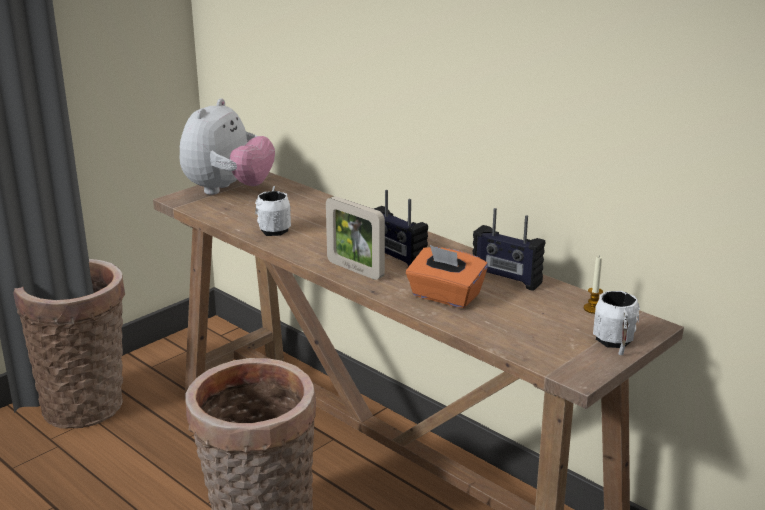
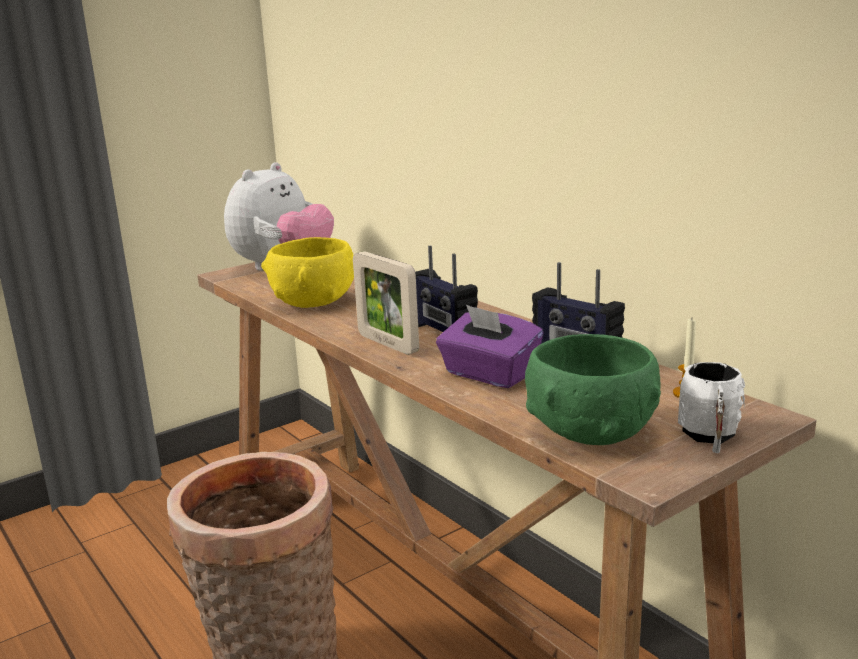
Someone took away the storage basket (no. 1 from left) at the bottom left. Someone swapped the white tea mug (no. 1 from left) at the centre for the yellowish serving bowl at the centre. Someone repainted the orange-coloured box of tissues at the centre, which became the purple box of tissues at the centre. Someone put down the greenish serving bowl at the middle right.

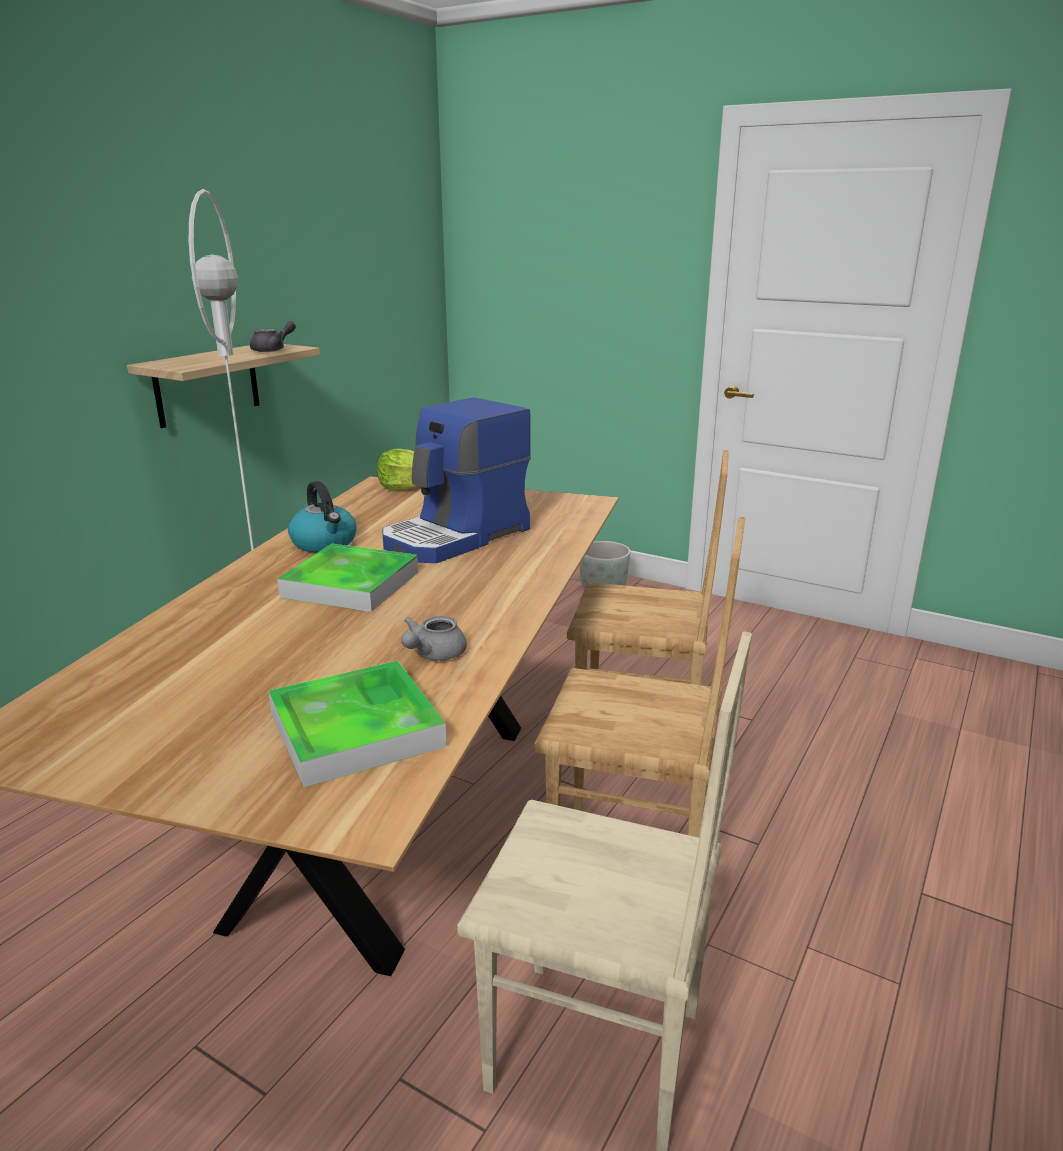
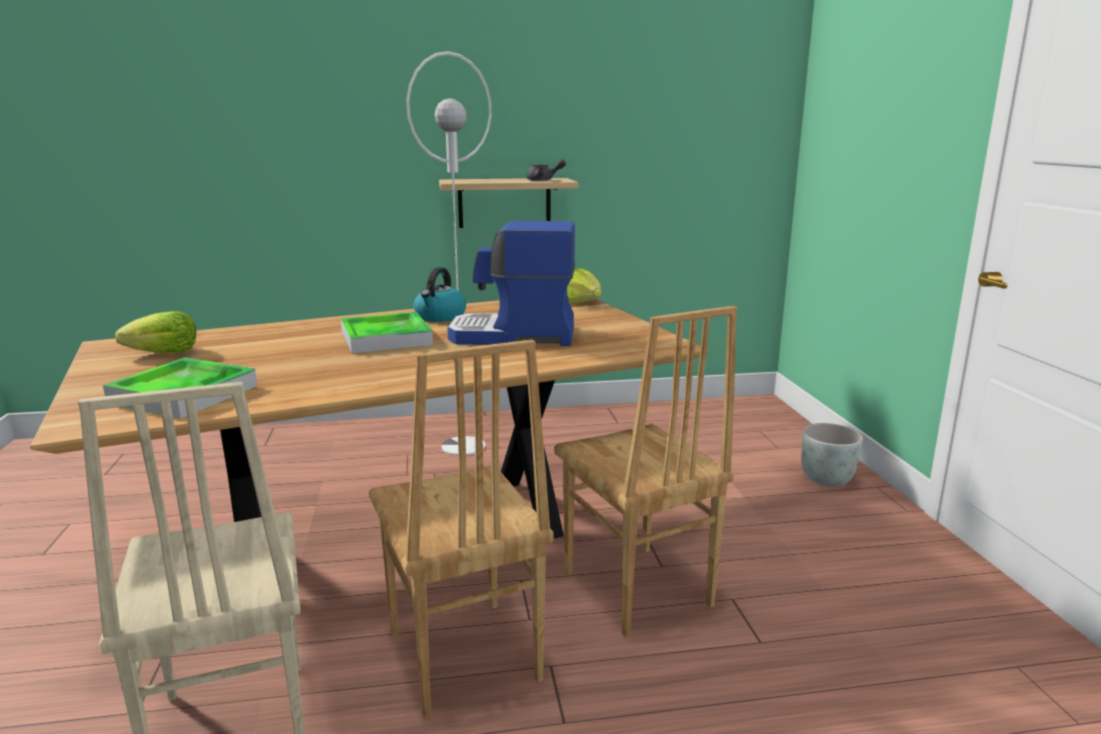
Someone took away the greyish teapot (no. 2 from left) at the centre. Someone put down the head of lettuce (no. 1 from left) at the middle left.

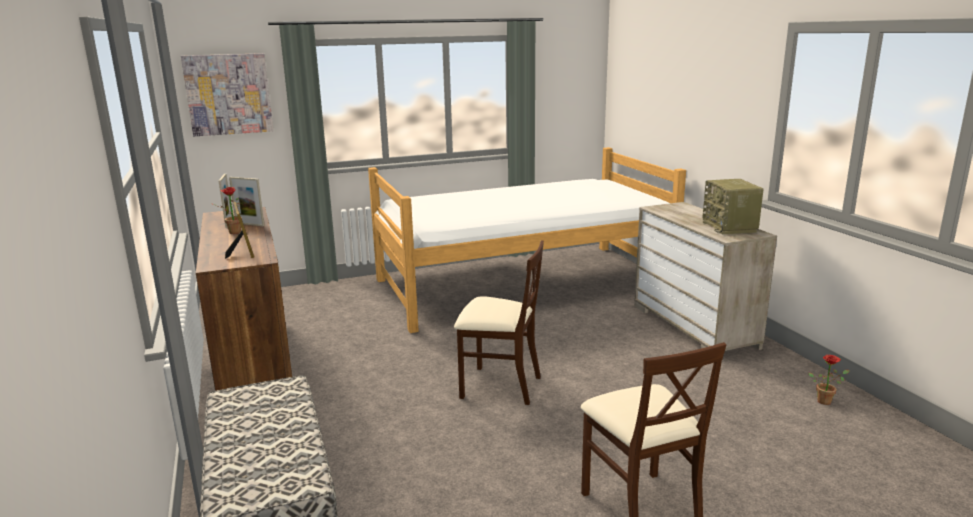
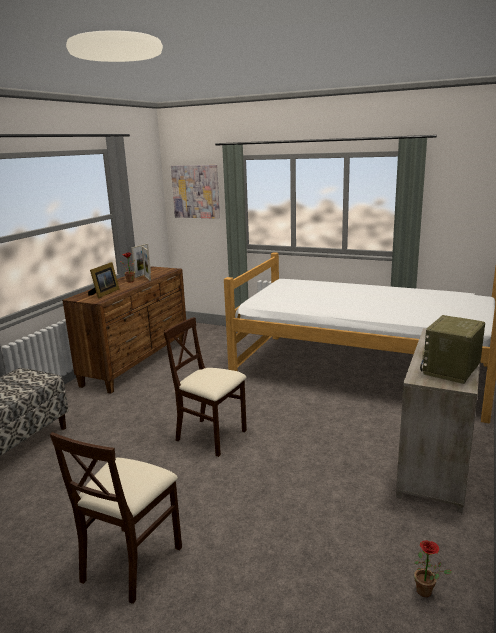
Someone rotated the beige chair (no. 1 from left in the first image) at the centre by 150 degrees clockwise.

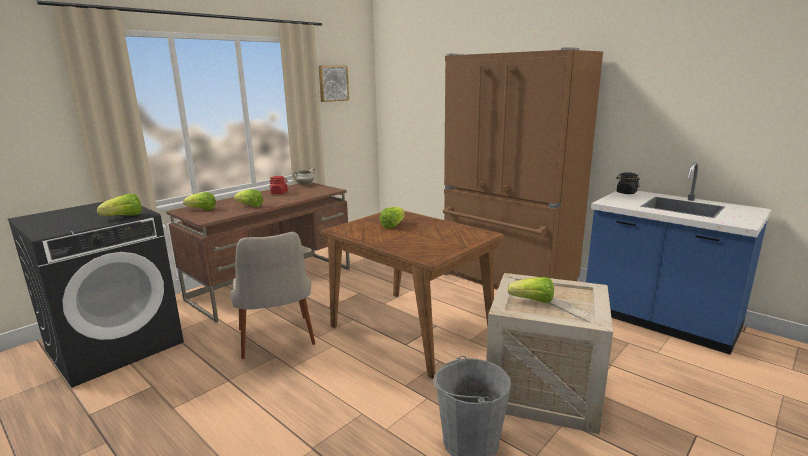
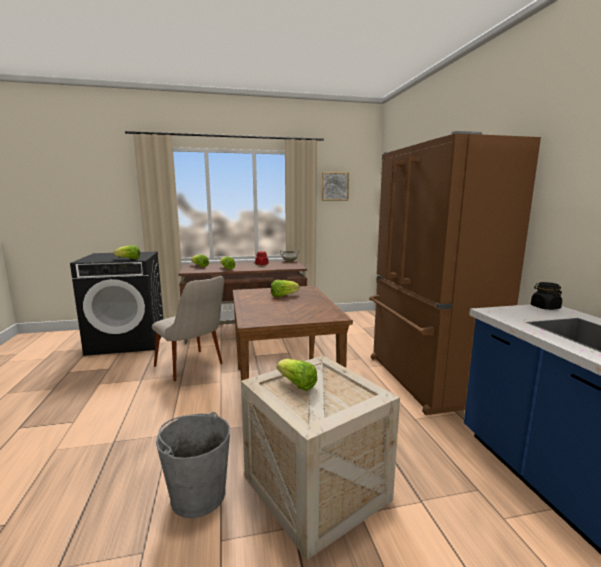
Someone rotated the beige chair at the centre by 60 degrees counterclockwise.

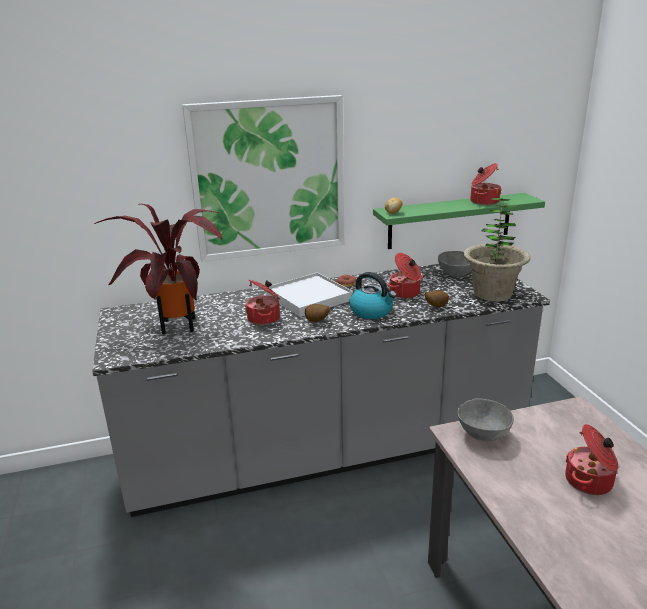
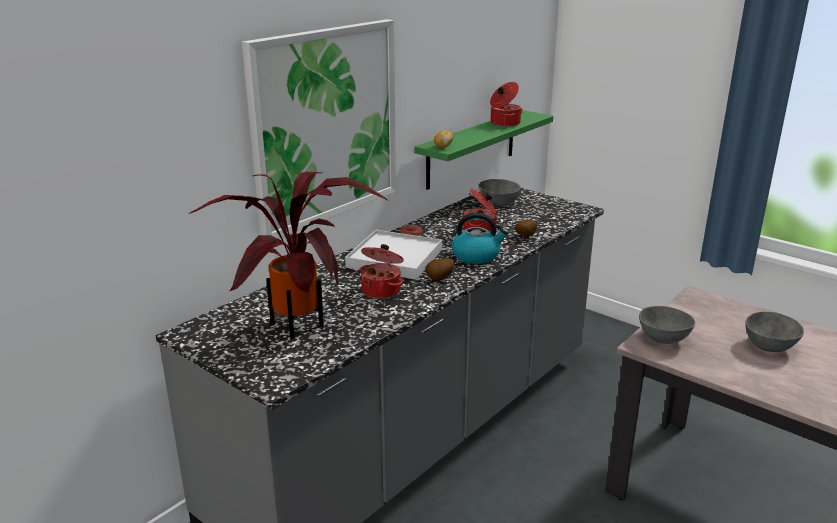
Someone took away the houseplant (no. 2 from left) at the middle right. Someone swapped the cooking pot (no. 4 from left) at the bottom right for the greyish serving bowl (no. 3 from left) at the middle right.

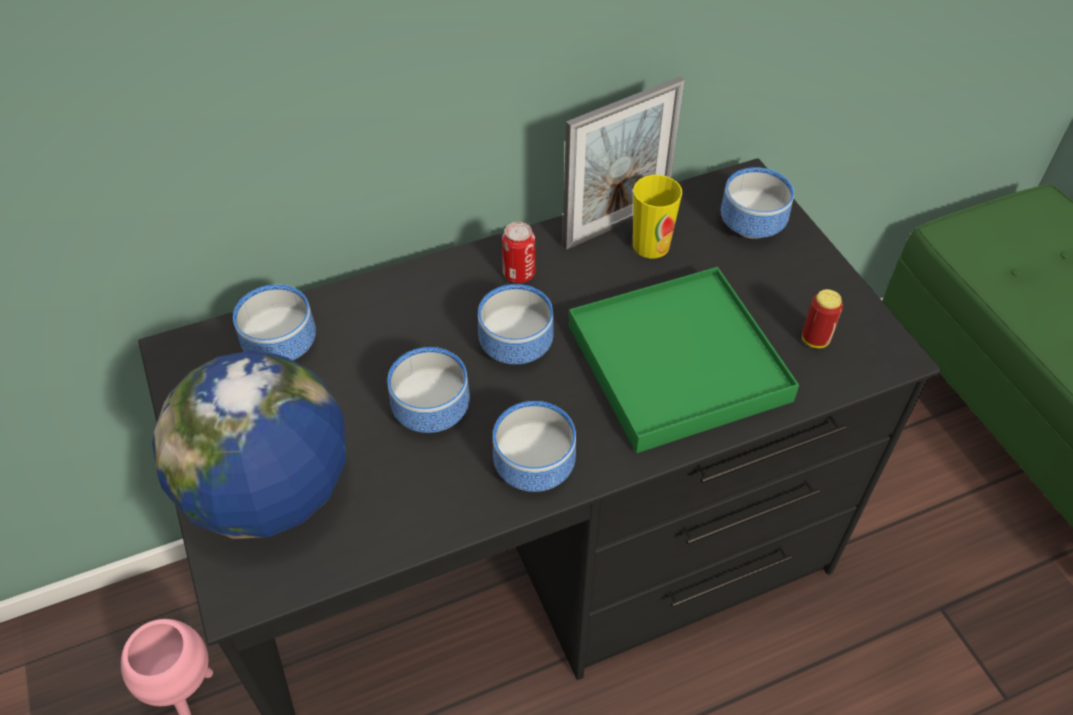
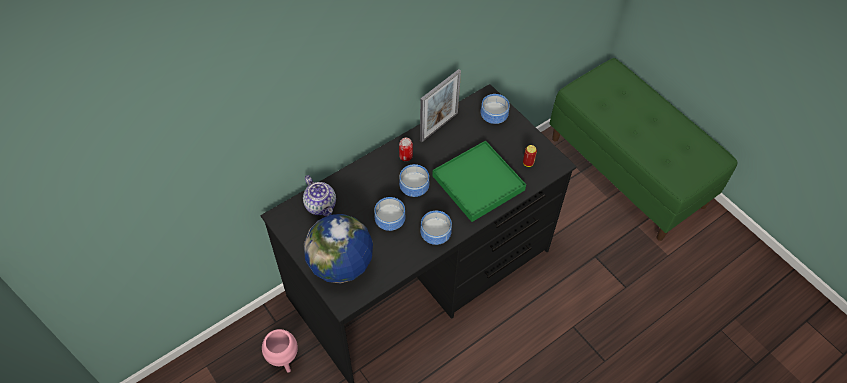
Someone swapped the serving bowl (no. 1 from left) at the middle left for the teapot at the centre. Someone took away the cup at the top centre.

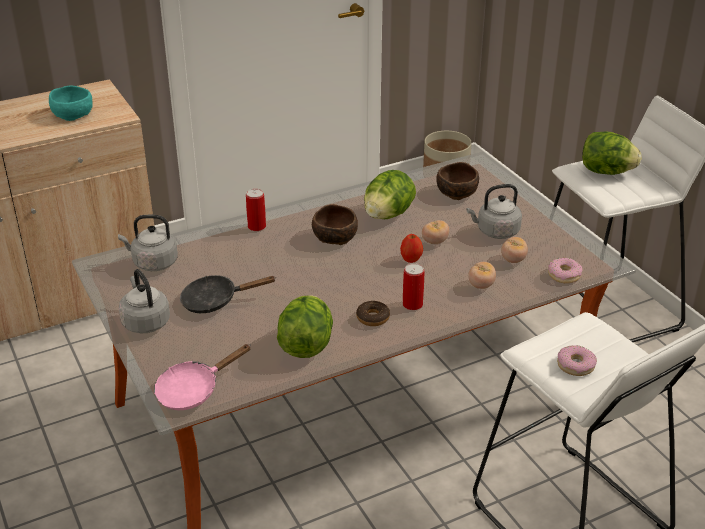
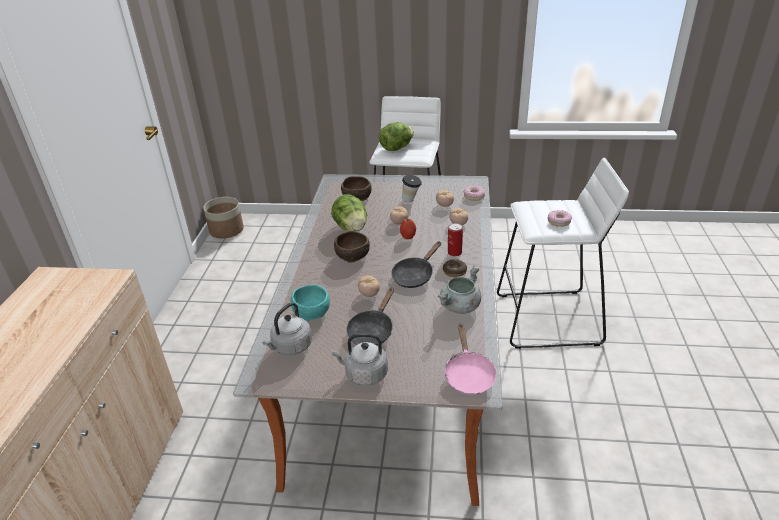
Someone carried the blue-green serving bowl from the top left to the centre. Someone took away the can (no. 1 from left) at the centre. Someone swapped the head of lettuce (no. 1 from left) at the centre for the greyish cooking pot at the centre. Someone swapped the greyish kettle (no. 3 from left) at the middle right for the cup at the centre. Someone put down the whole tomato (no. 1 from left) at the centre. Someone put down the black-coloured frying pan (no. 2 from left) at the centre.

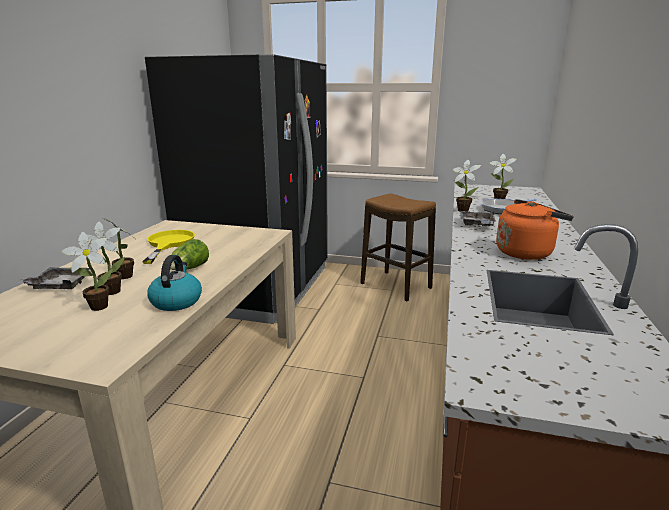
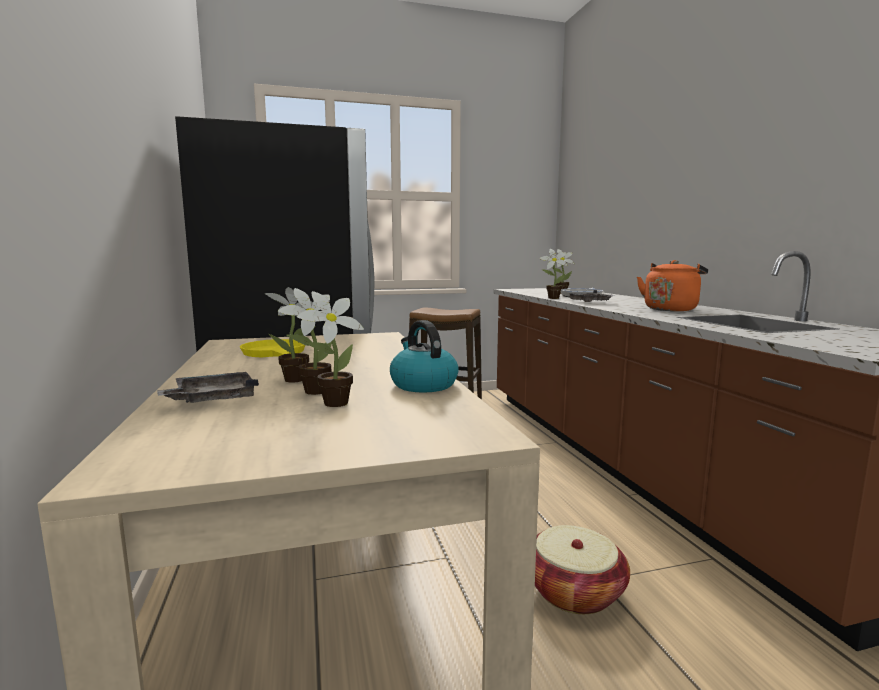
Someone took away the head of lettuce at the middle left. Someone put down the storage basket at the bottom centre.

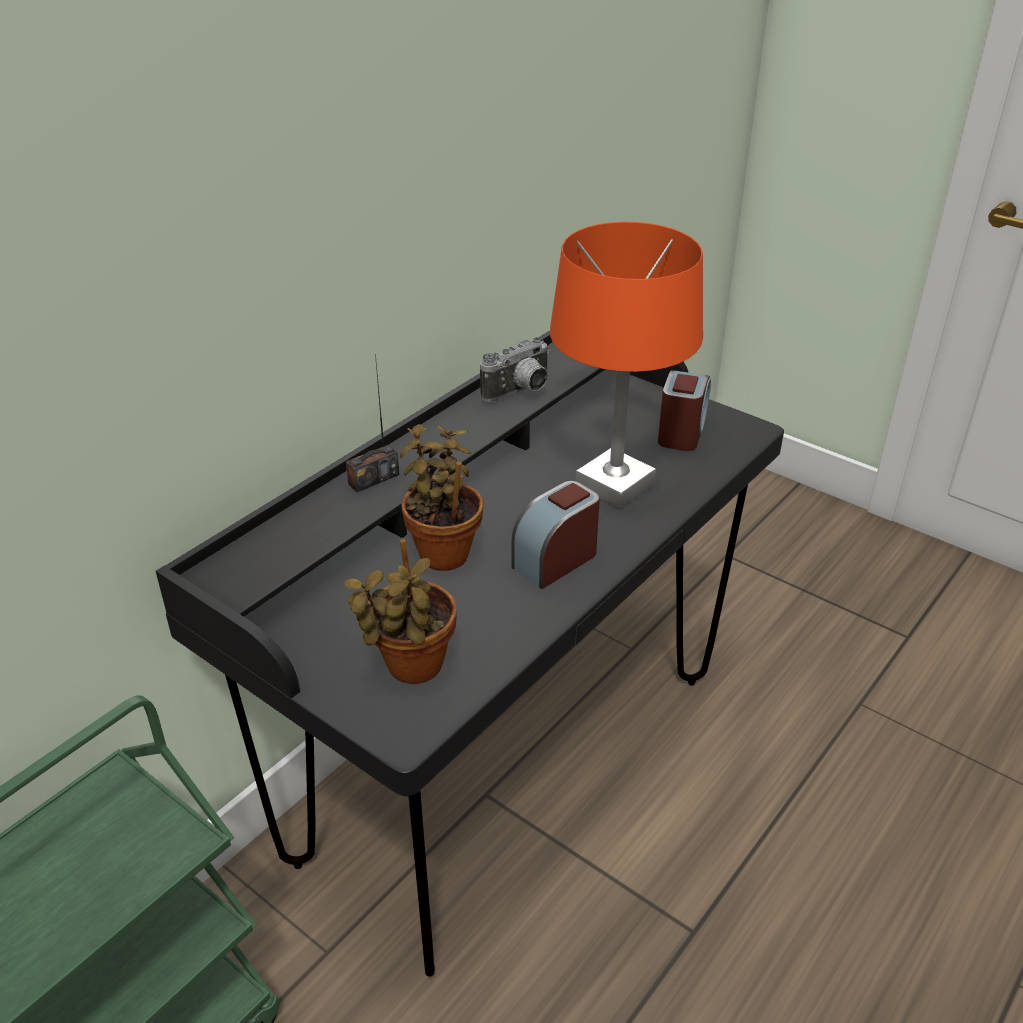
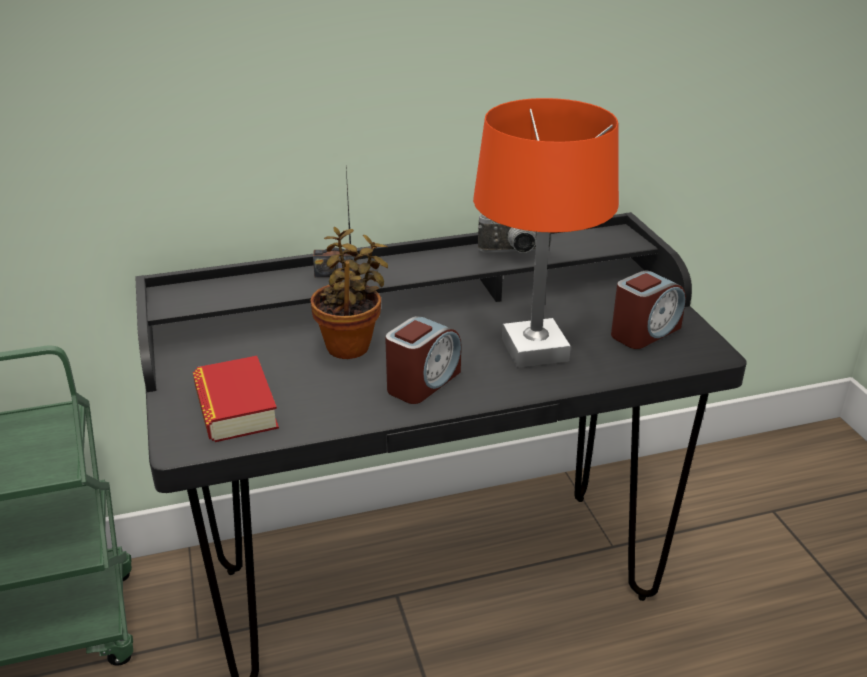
Someone swapped the houseplant (no. 1 from left) at the centre for the book at the middle left. Someone rotated the bedside clock (no. 1 from left) at the centre by 135 degrees clockwise.

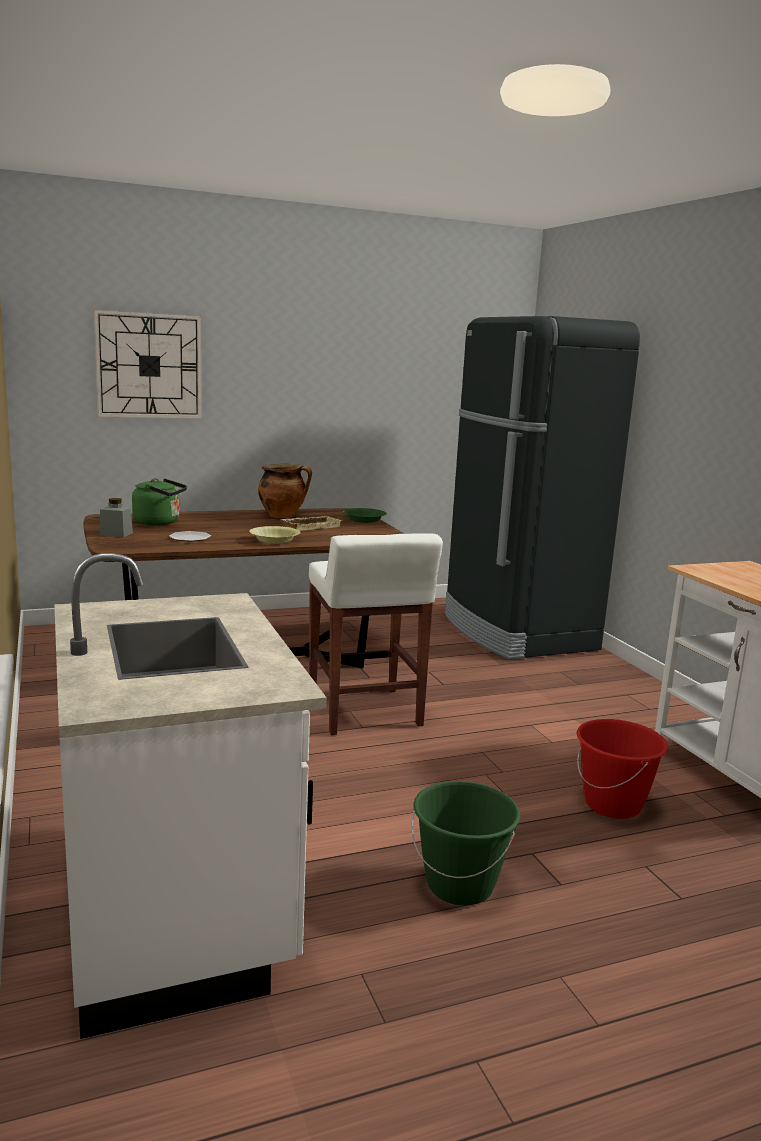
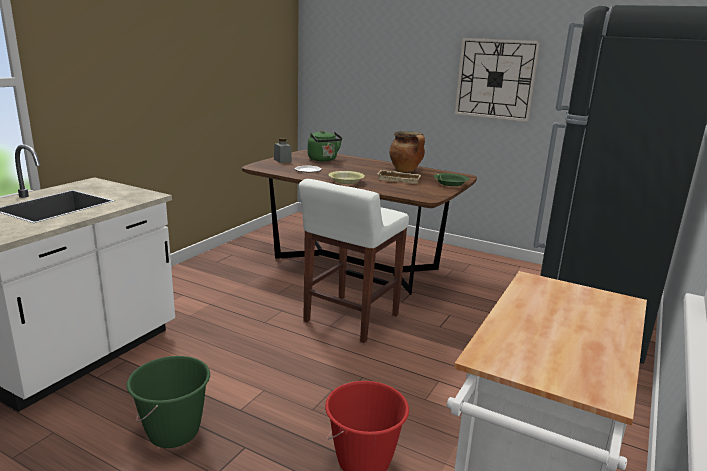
Someone carried the wall clock from the top left to the top right.

